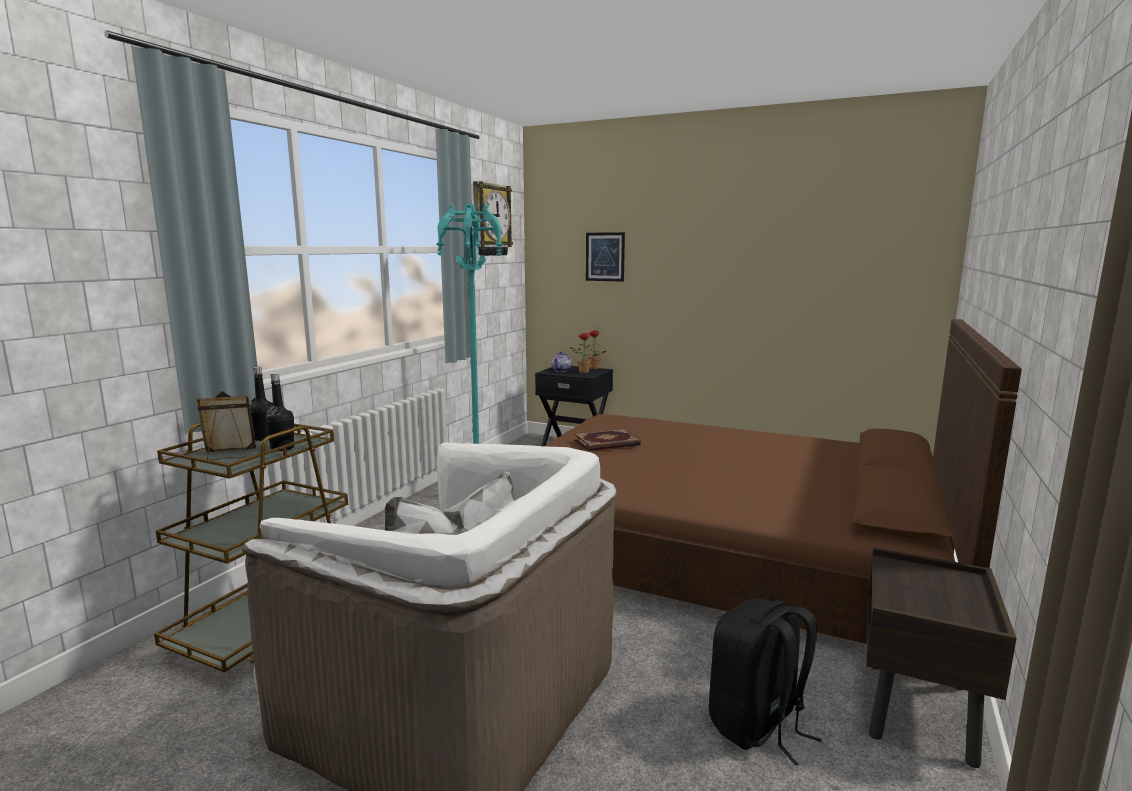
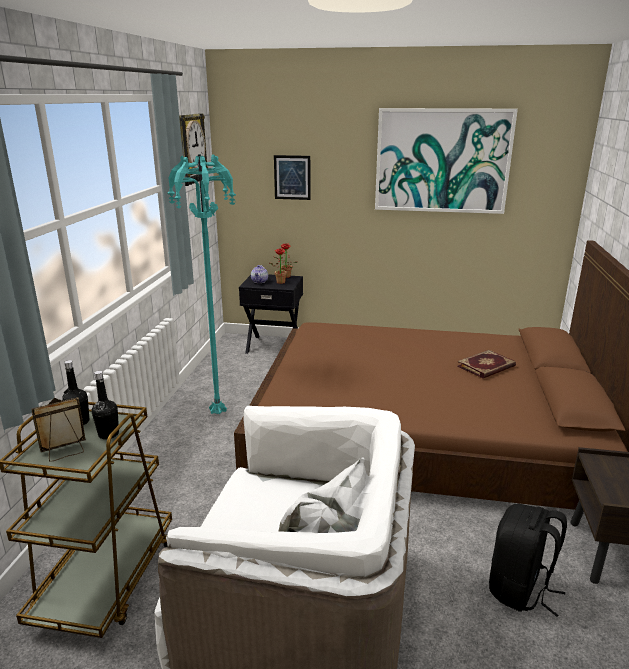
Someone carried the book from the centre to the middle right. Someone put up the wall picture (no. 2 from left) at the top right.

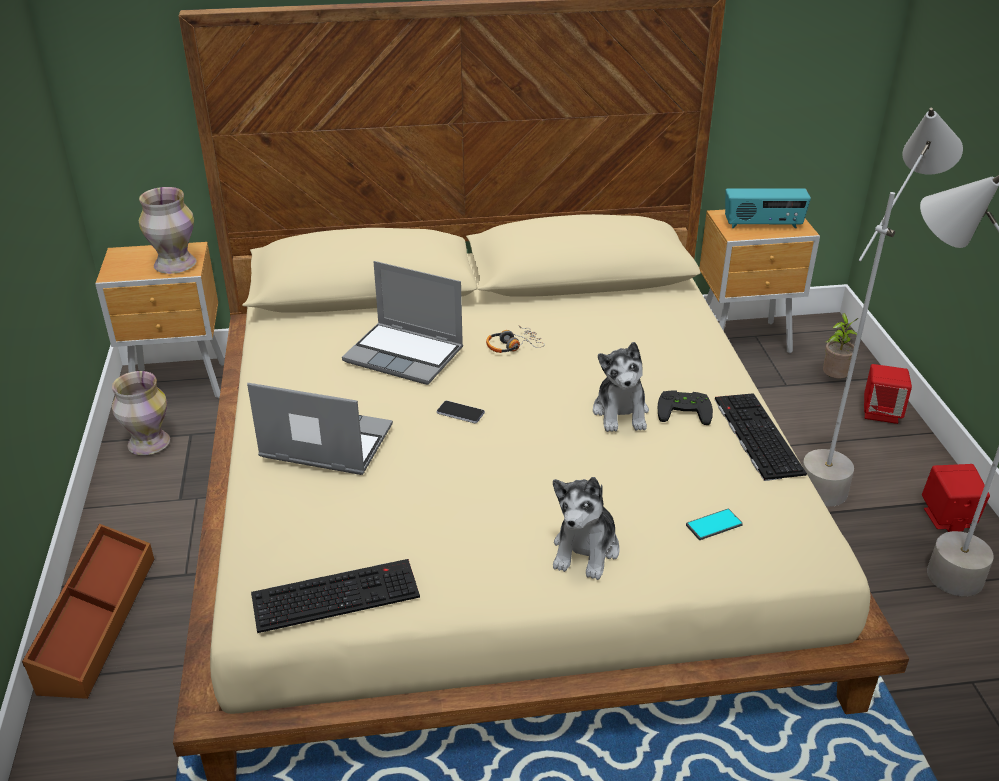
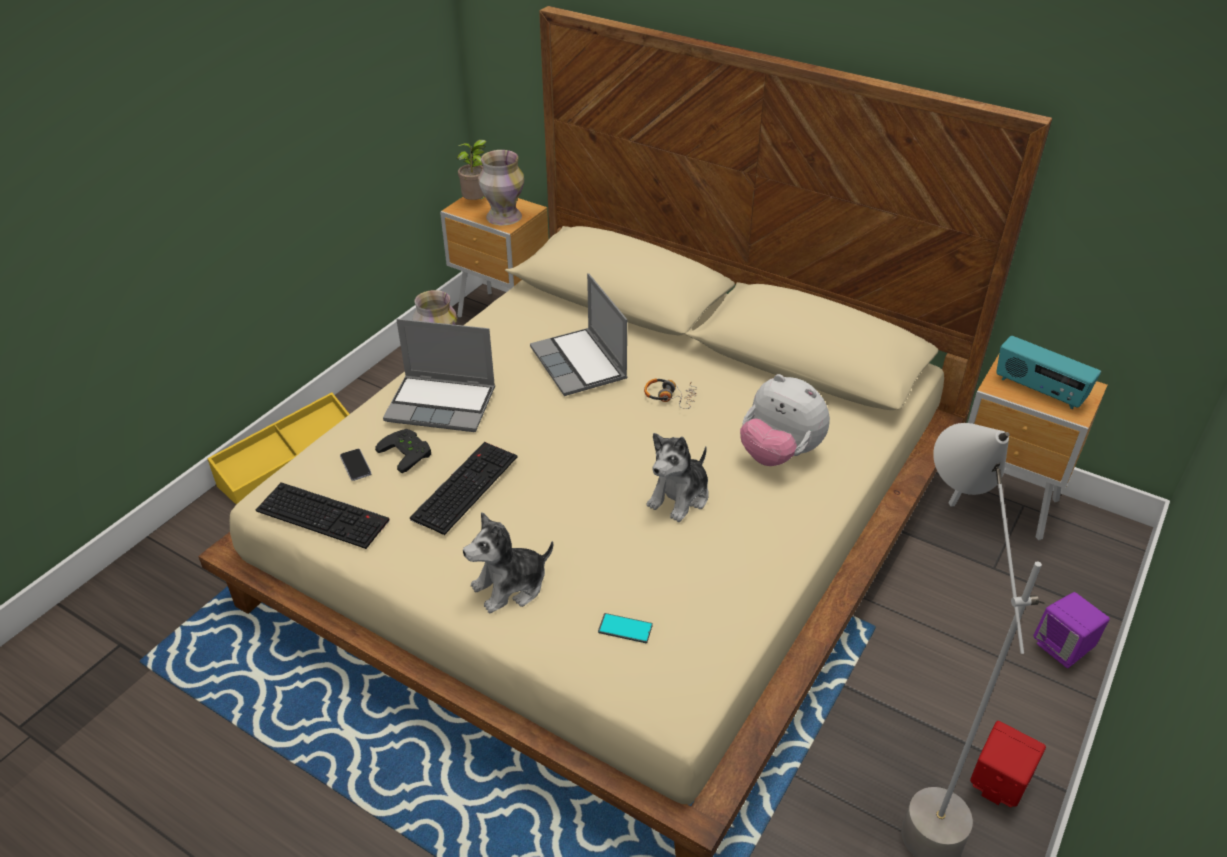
Someone repainted the brown storage container at the bottom left, which became the yellowish storage container at the middle left. Someone rotated the laptop (no. 1 from left) at the middle left by 135 degrees clockwise. Someone carried the phone (no. 1 from left) from the centre to the middle left. Someone carried the black-coloured gamepad from the middle right to the middle left. Someone carried the PC keyboard (no. 2 from left) from the middle right to the centre. Someone took away the greyish floor lamp (no. 1 from left) at the middle right. Someone carried the houseplant from the middle right to the top centre. Someone repainted the red-coloured speaker (no. 1 from left) at the middle right, which became the purple speaker at the bottom right. Someone put down the plush toy (no. 3 from left) at the centre.

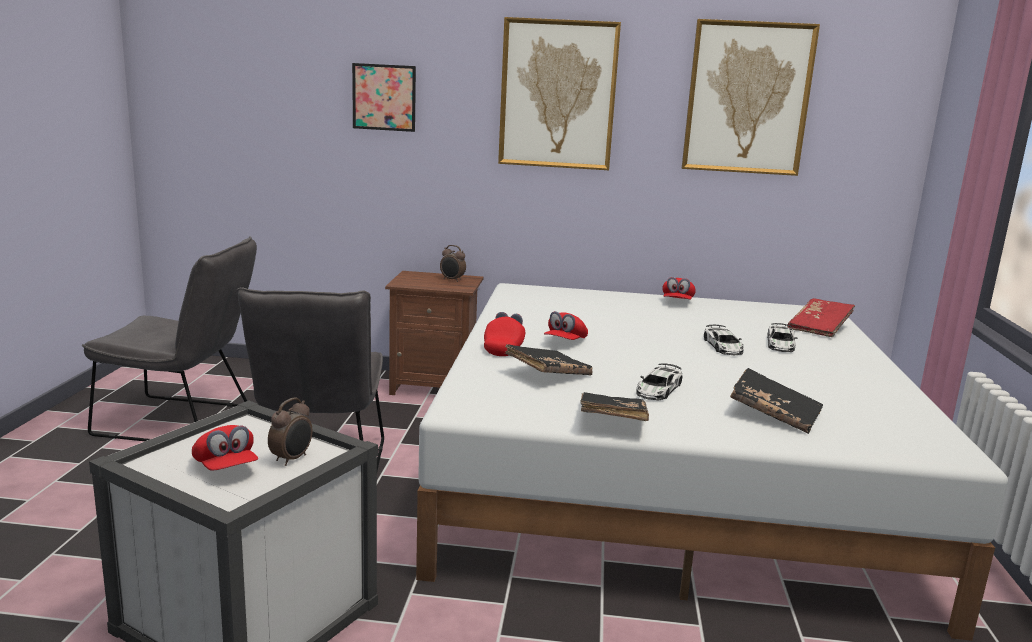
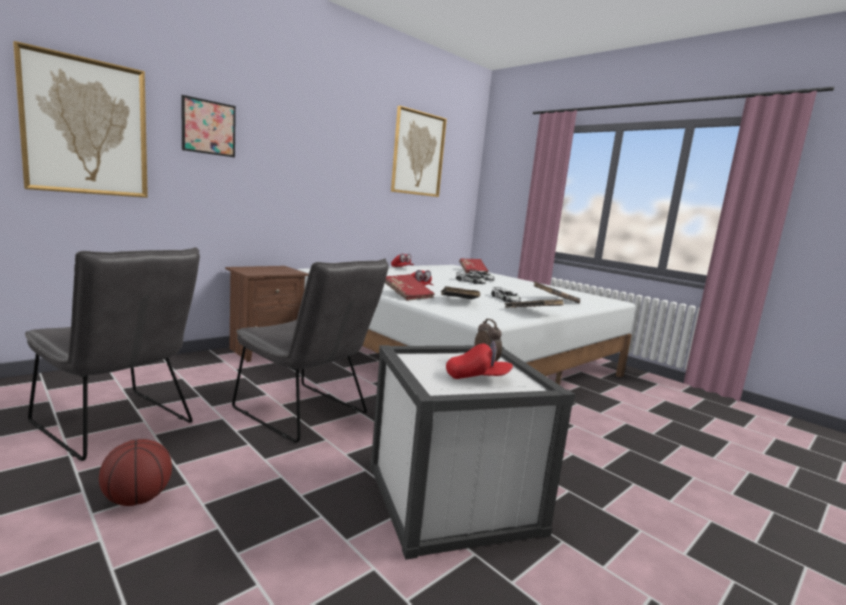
Someone rotated the greyish chair (no. 1 from left) at the middle left by 75 degrees clockwise. Someone took away the bedside clock (no. 2 from left) at the centre. Someone swapped the red-coloured peaked cap (no. 2 from left) at the centre for the red-coloured book (no. 1 from left) at the centre. Someone carried the wall picture (no. 2 from left in the first image) from the top centre to the top left. Someone put down the ball for basketball at the bottom left.

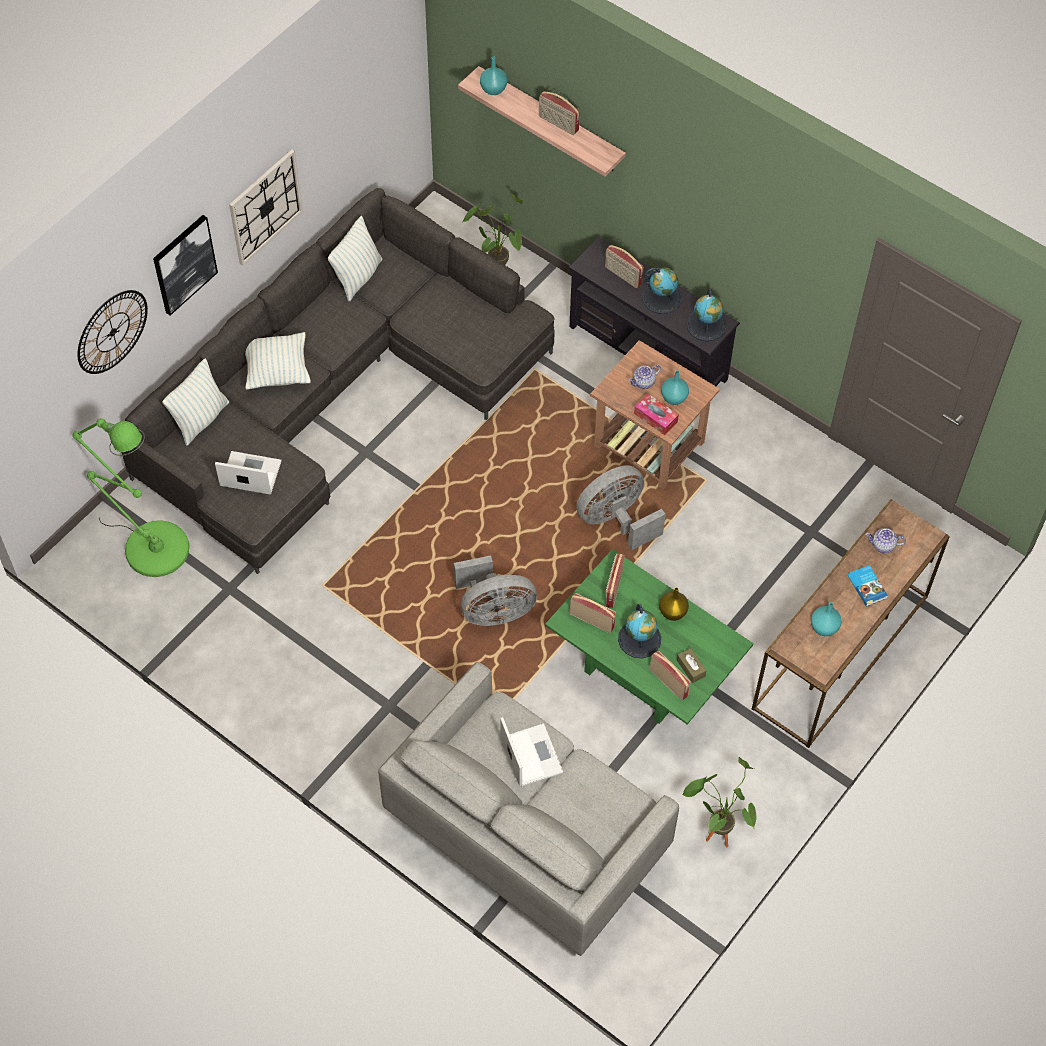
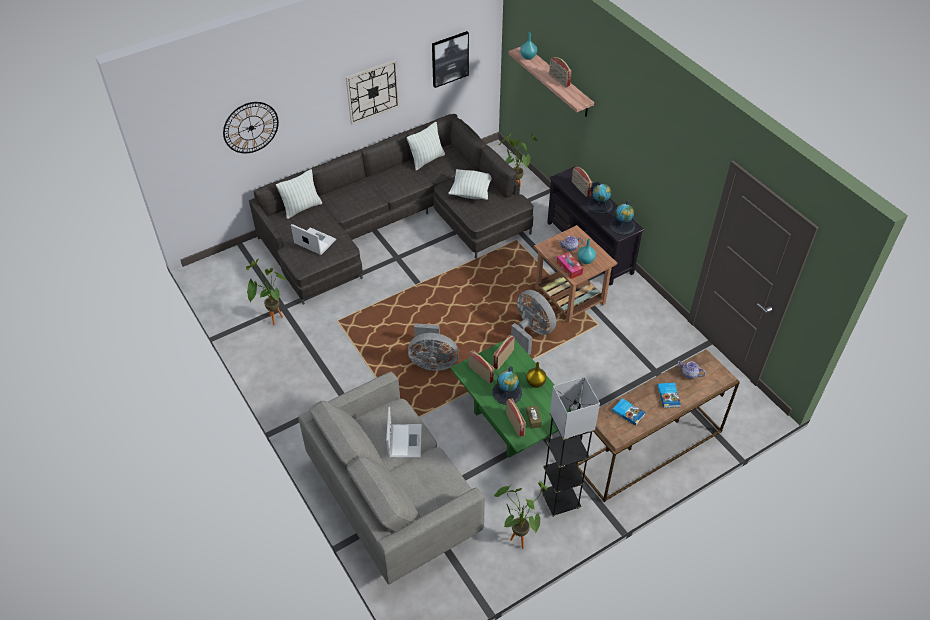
Someone took away the greenish floor lamp at the middle left. Someone carried the wall picture from the top left to the top centre. Someone carried the cushion (no. 2 from left in the first image) from the middle left to the top centre. Someone rotated the greyish fan (no. 2 from left) at the centre by 60 degrees clockwise. Someone swapped the blue-green flower vase (no. 3 from left) at the middle right for the book (no. 1 from left) at the middle right. Someone put down the houseplant (no. 1 from left) at the middle left. Someone put down the greyish floor lamp at the bottom centre.

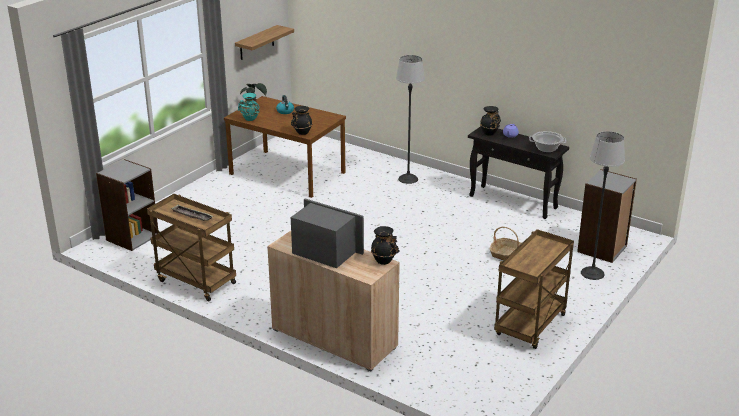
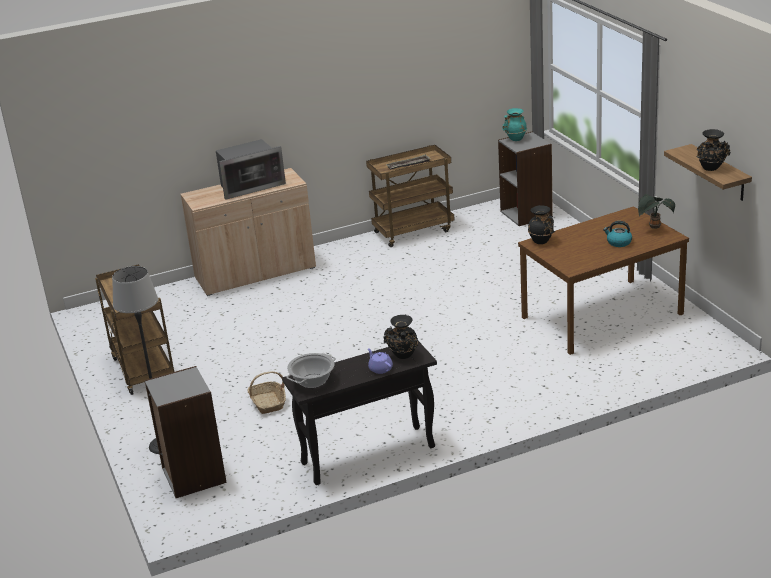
Someone carried the blue-green flower vase from the top centre to the top right. Someone carried the black-coloured flower vase (no. 2 from left in the first image) from the centre to the top right. Someone took away the floor lamp (no. 1 from left) at the top centre.

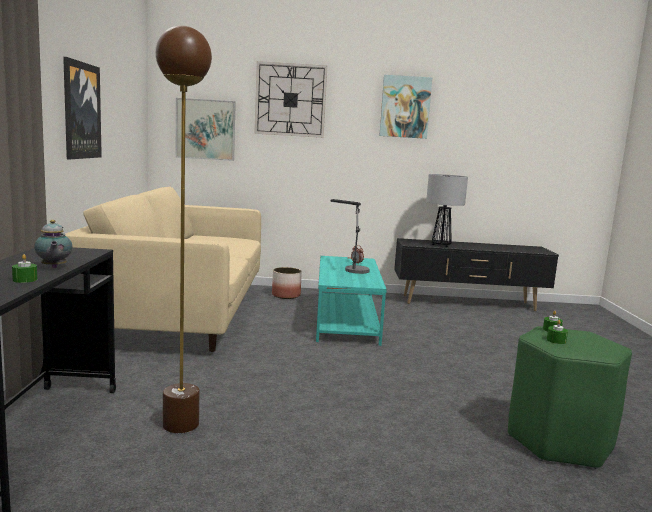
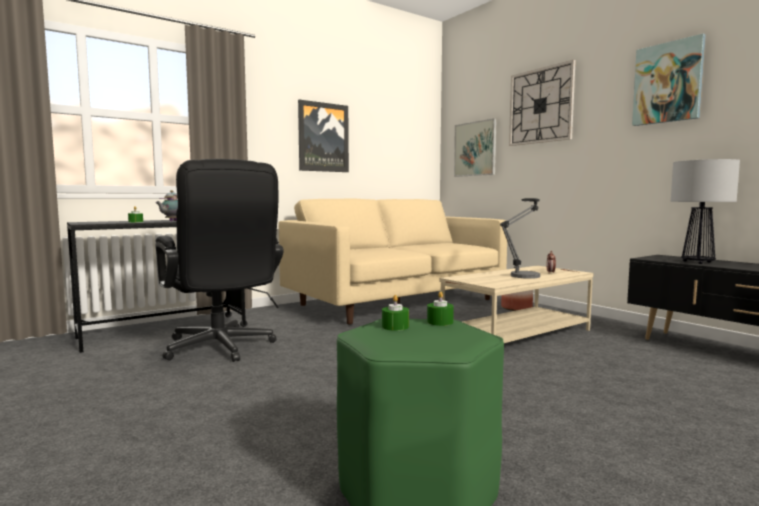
Someone swapped the brown floor lamp at the middle left for the black-coloured computer chair at the middle left. Someone repainted the blue-green coffee table at the centre, which became the beige coffee table at the middle right.

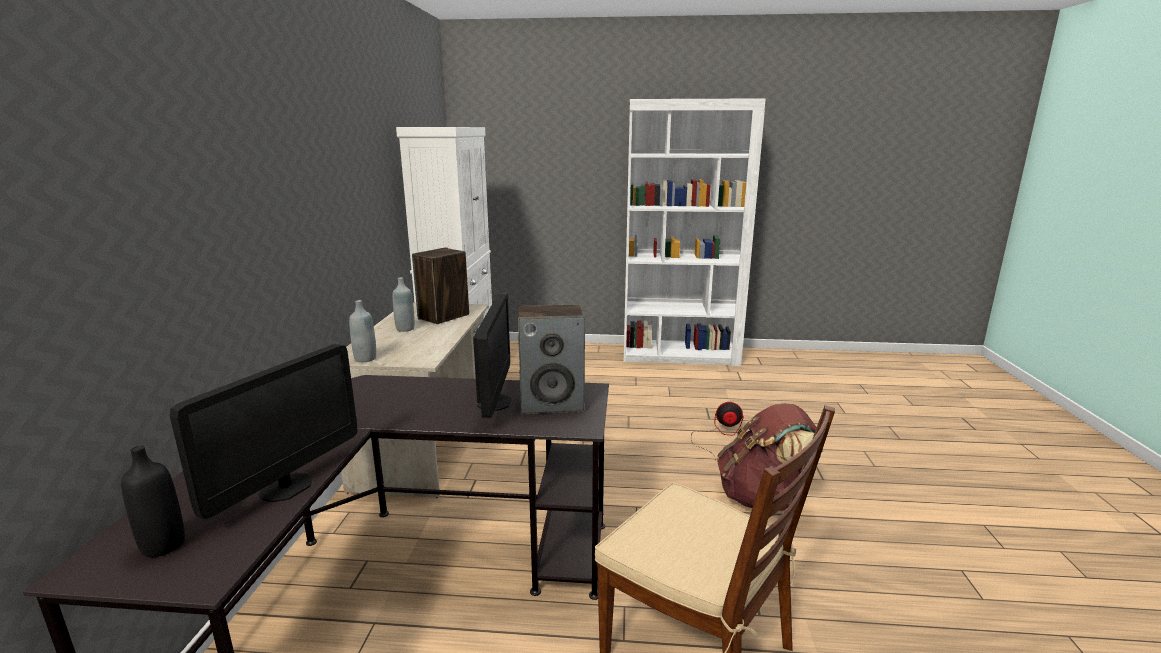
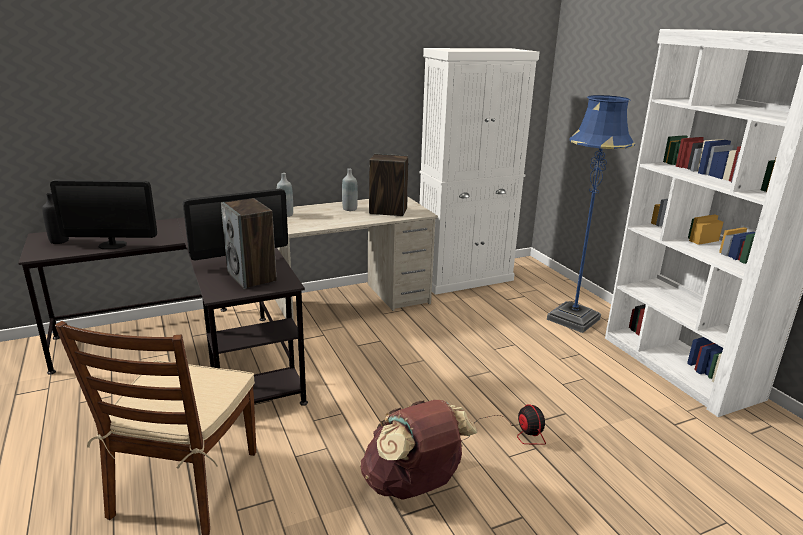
Someone put down the blue-coloured floor lamp at the middle right.

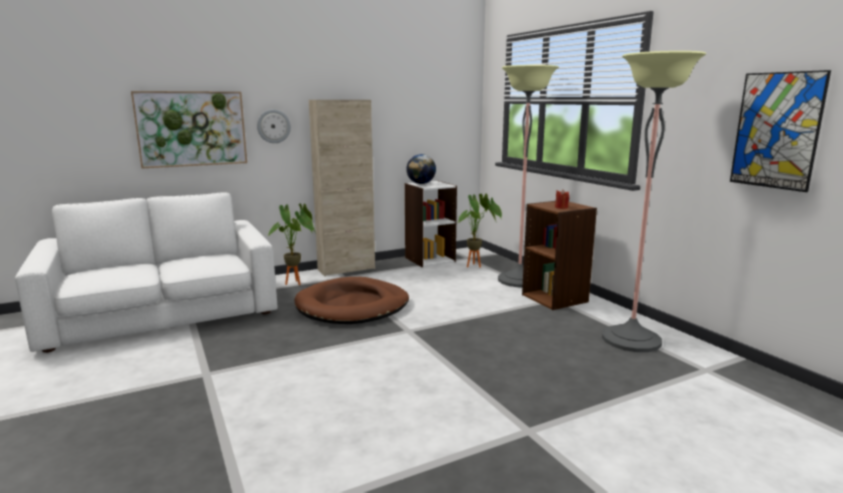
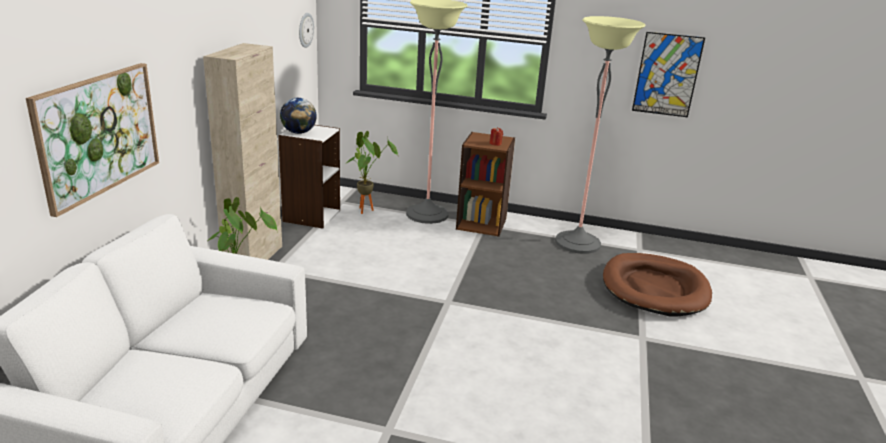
Someone carried the wall clock from the top left to the top centre. Someone carried the brown dog cushion from the centre to the middle right.

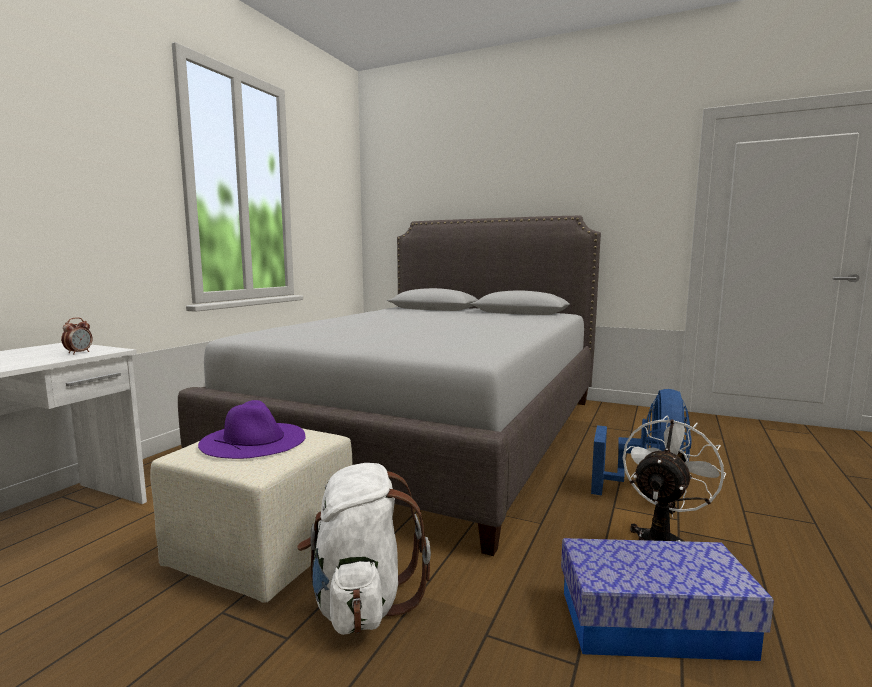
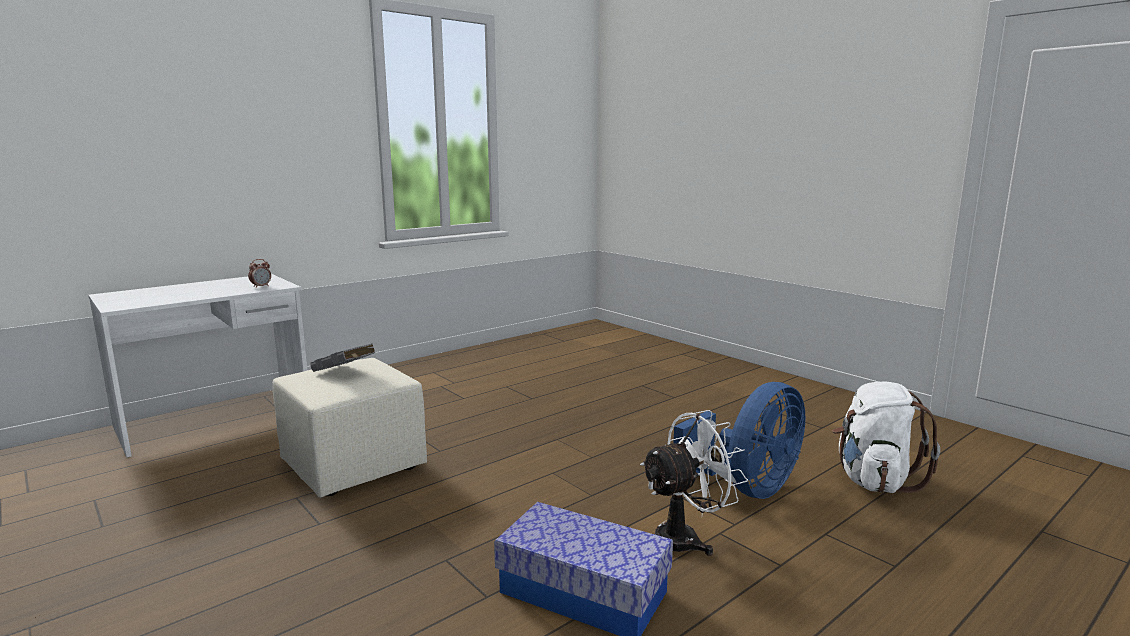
Someone took away the greyish bed at the centre. Someone swapped the purple hat at the middle left for the greyish book at the middle left. Someone carried the white knapsack from the bottom centre to the bottom right.

